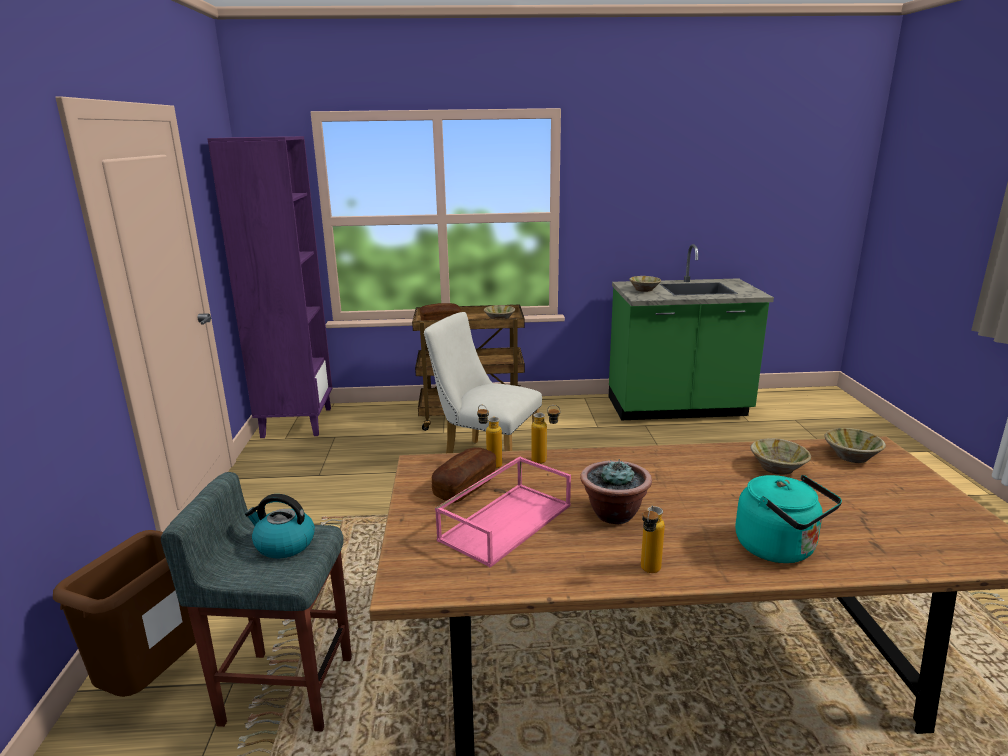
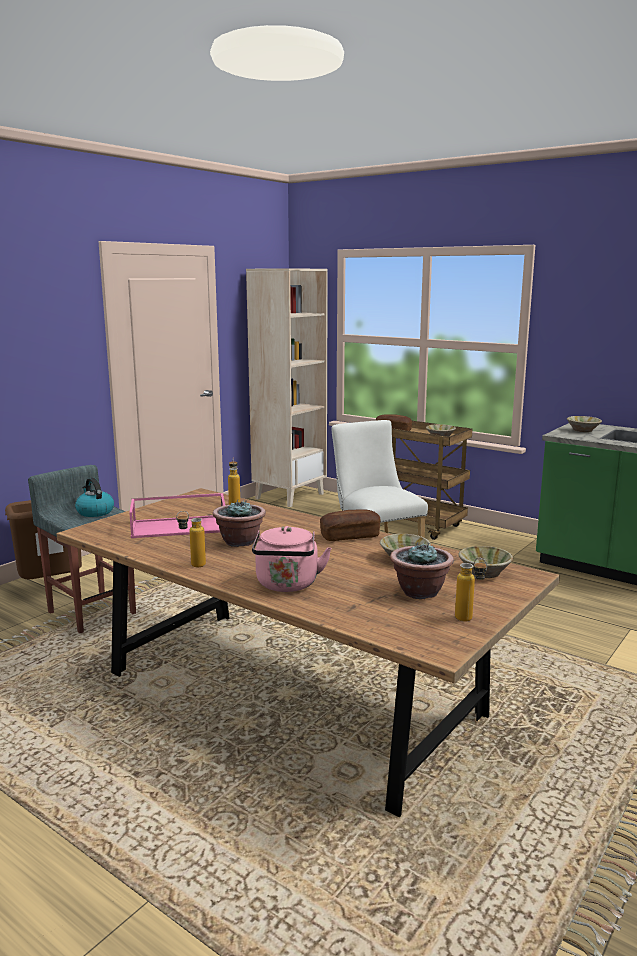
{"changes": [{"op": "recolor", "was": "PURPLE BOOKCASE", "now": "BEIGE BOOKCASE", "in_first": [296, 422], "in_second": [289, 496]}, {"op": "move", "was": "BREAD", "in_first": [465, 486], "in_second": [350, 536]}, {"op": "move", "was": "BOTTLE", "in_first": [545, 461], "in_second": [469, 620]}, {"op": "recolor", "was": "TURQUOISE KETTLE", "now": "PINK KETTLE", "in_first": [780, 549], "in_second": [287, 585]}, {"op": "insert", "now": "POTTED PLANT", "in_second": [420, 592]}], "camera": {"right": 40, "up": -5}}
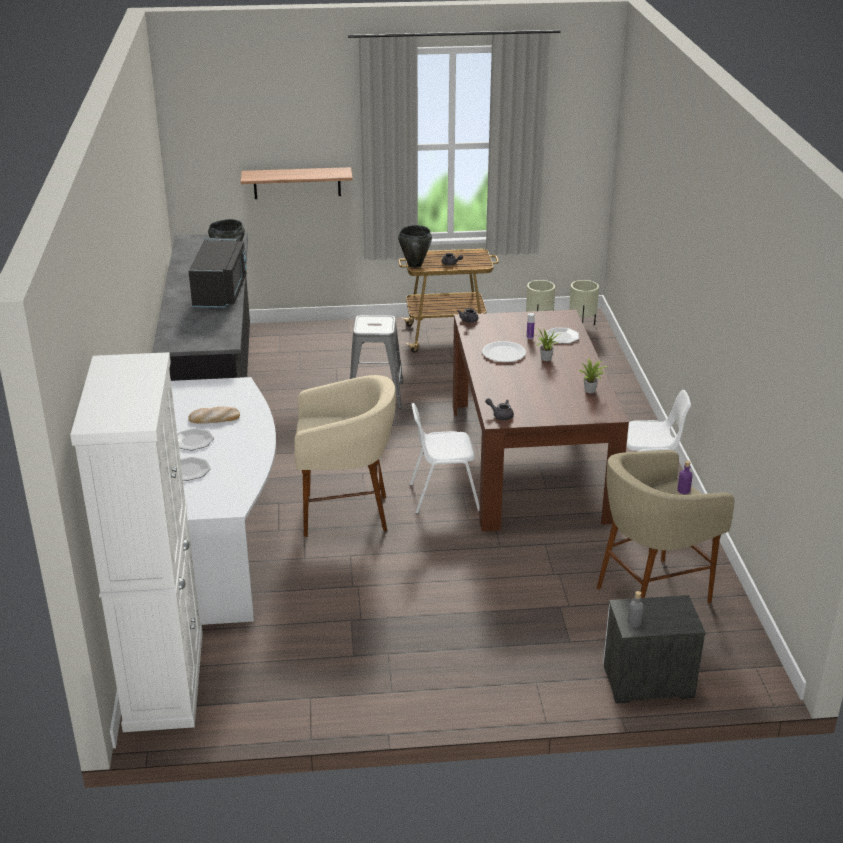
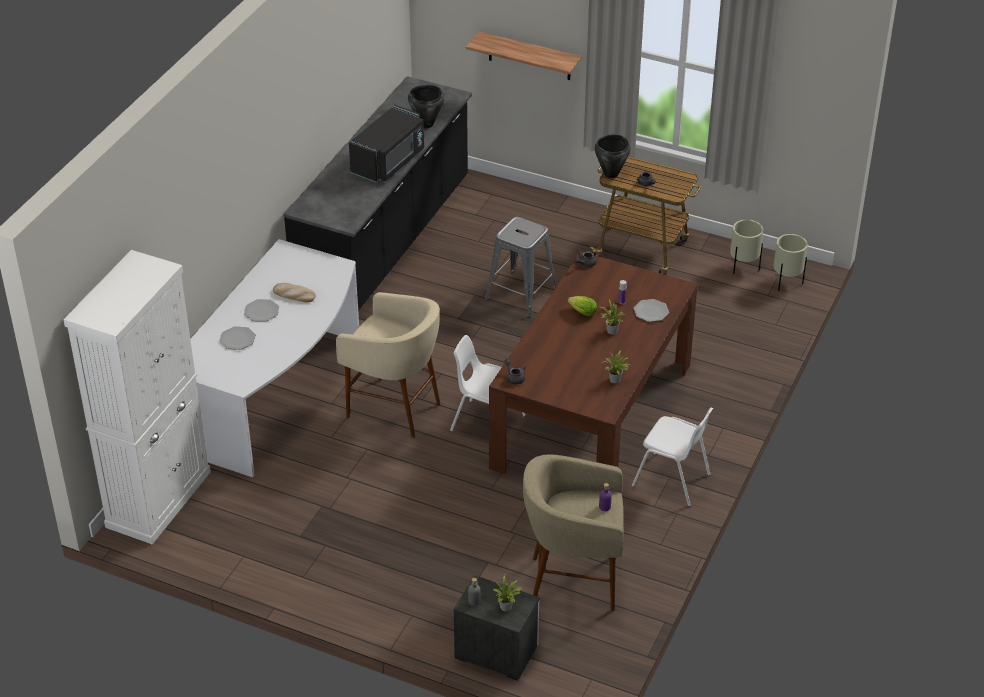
{"changes": [{"op": "replace", "was": "WHITE PLATE", "now": "LETTUCE", "in_first": [504, 353], "in_second": [581, 312]}, {"op": "insert", "now": "POTTED PLANT", "in_second": [507, 607]}], "camera": {"right": 30, "up": 10}}
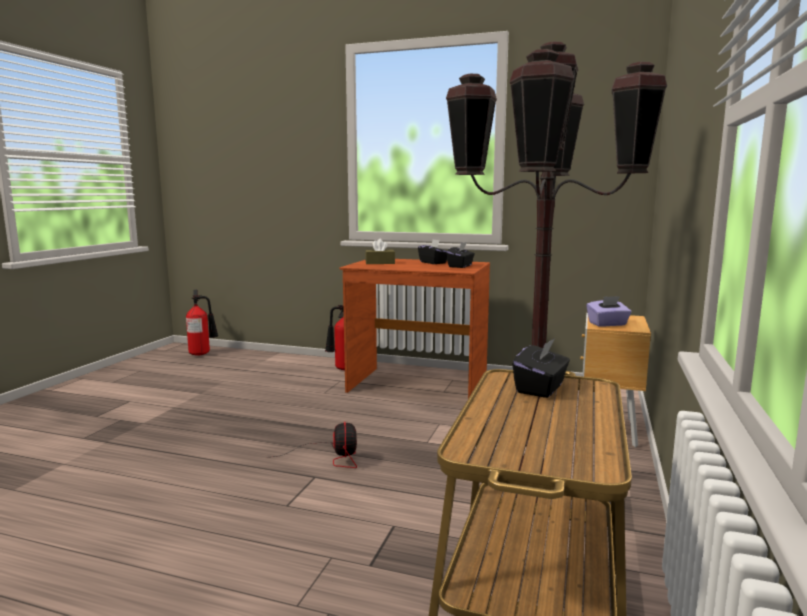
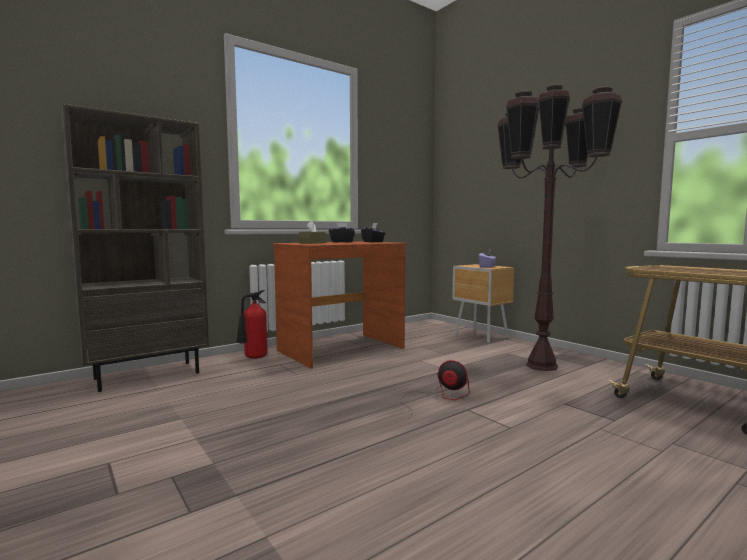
{"changes": [{"op": "delete", "was": "FIRE EXTINGUISHER", "in_first": [202, 354]}, {"op": "delete", "was": "BLACK TISSUE BOX", "in_first": [541, 388]}, {"op": "insert", "now": "BROWN BOOKCASE", "in_second": [148, 375]}], "camera": {"right": -55, "up": -5}}
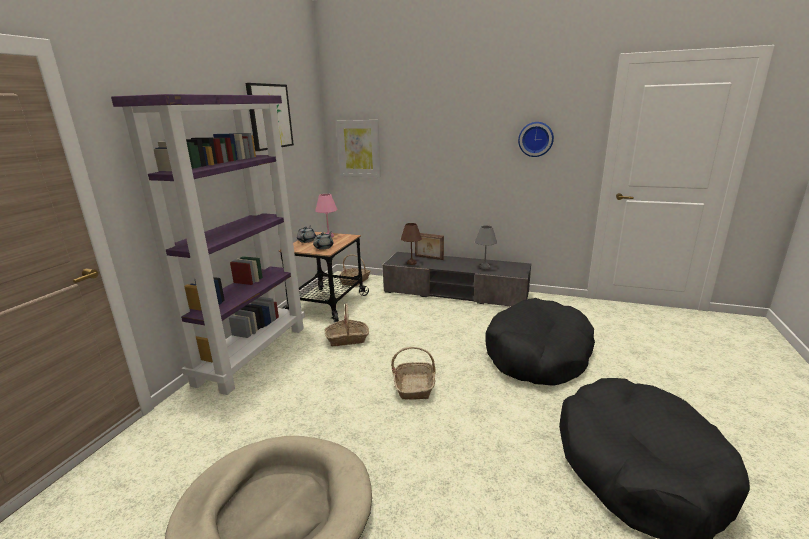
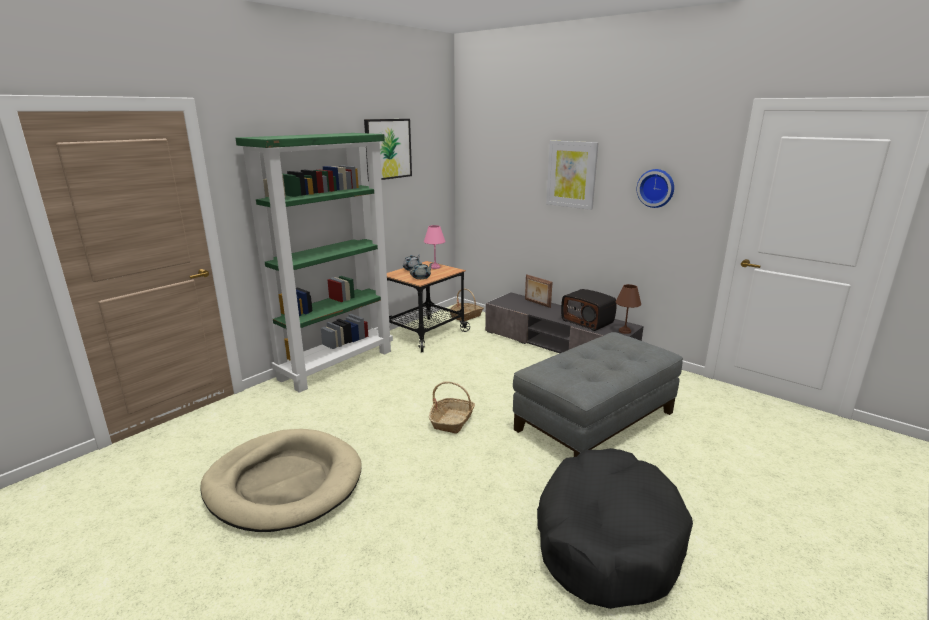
{"changes": [{"op": "recolor", "was": "PURPLE BOOKCASE", "now": "GREEN BOOKCASE", "in_first": [252, 353], "in_second": [337, 364]}, {"op": "delete", "was": "BASKET", "in_first": [347, 339]}, {"op": "move", "was": "PICTURE", "in_first": [359, 148], "in_second": [571, 174]}, {"op": "move", "was": "BROWN TABLE LAMP", "in_first": [411, 263], "in_second": [624, 331]}, {"op": "replace", "was": "GREY TABLE LAMP", "now": "RADIO", "in_first": [485, 267], "in_second": [588, 321]}, {"op": "replace", "was": "BLACK DOG BED", "now": "GREY OTTOMAN", "in_first": [538, 355], "in_second": [594, 420]}], "camera": {"right": 20, "up": 0}}
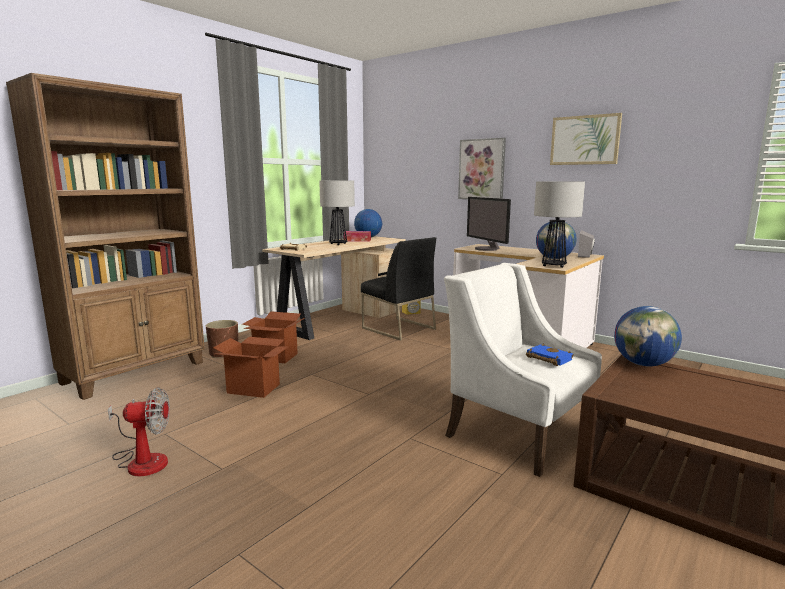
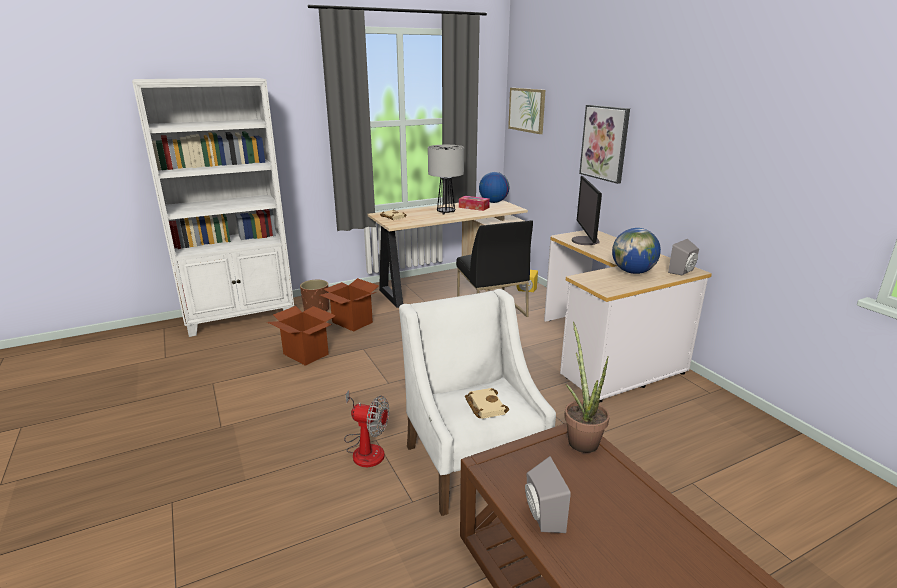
{"changes": [{"op": "recolor", "was": "BROWN BOOKCASE", "now": "WHITE BOOKCASE", "in_first": [136, 372], "in_second": [241, 317]}, {"op": "move", "was": "FAN", "in_first": [142, 460], "in_second": [365, 448]}, {"op": "recolor", "was": "BLUE BOOK", "now": "BEIGE BOOK", "in_first": [547, 358], "in_second": [484, 406]}, {"op": "delete", "was": "TABLE LAMP", "in_first": [553, 266]}, {"op": "move", "was": "PICTURE", "in_first": [585, 140], "in_second": [527, 110]}, {"op": "replace", "was": "GLOBE", "now": "POTTED PLANT", "in_first": [643, 364], "in_second": [580, 438]}, {"op": "insert", "now": "GREY SPEAKER", "in_second": [541, 516]}], "camera": {"right": 25, "up": 10}}
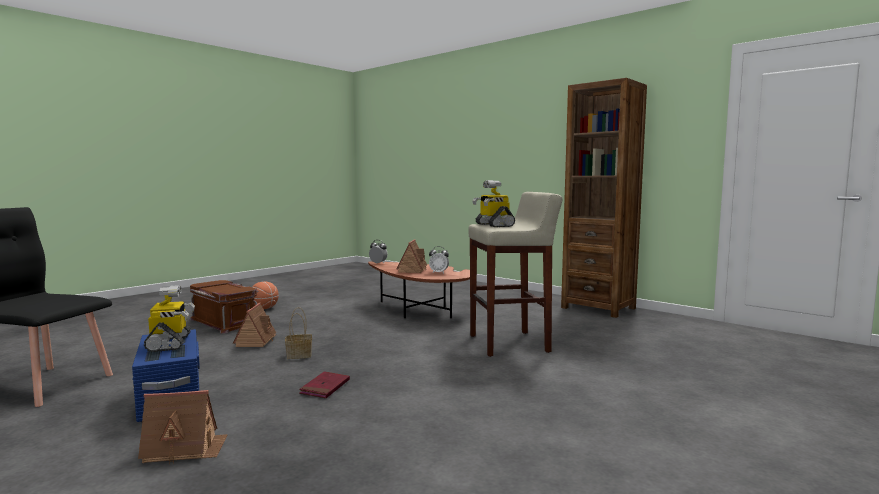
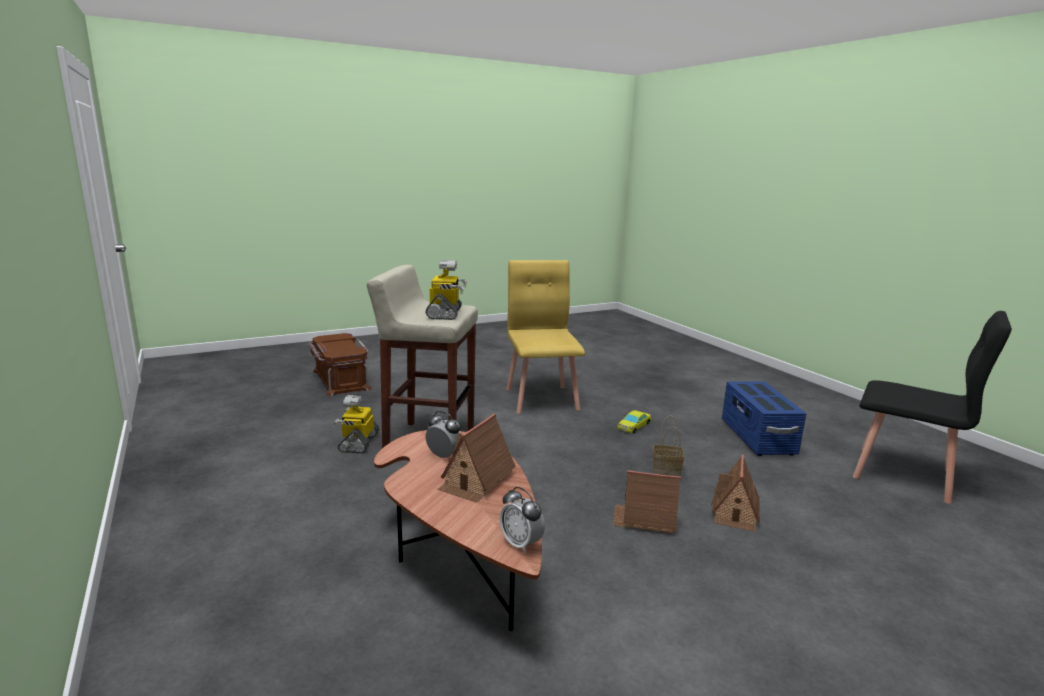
{"changes": [{"op": "move", "was": "TOY HOUSE", "in_first": [185, 448], "in_second": [645, 519]}, {"op": "move", "was": "TOY ROBOT", "in_first": [170, 343], "in_second": [358, 442]}, {"op": "move", "was": "BROWN STORAGE BOX", "in_first": [225, 322], "in_second": [340, 380]}, {"op": "delete", "was": "BASKETBALL", "in_first": [264, 308]}, {"op": "replace", "was": "RED BOOK", "now": "YELLOW TOY CAR", "in_first": [325, 387], "in_second": [634, 425]}, {"op": "delete", "was": "BROWN BOOKCASE", "in_first": [598, 308]}, {"op": "insert", "now": "YELLOW CHAIR", "in_second": [542, 399]}], "camera": {"right": -160, "up": 10}}
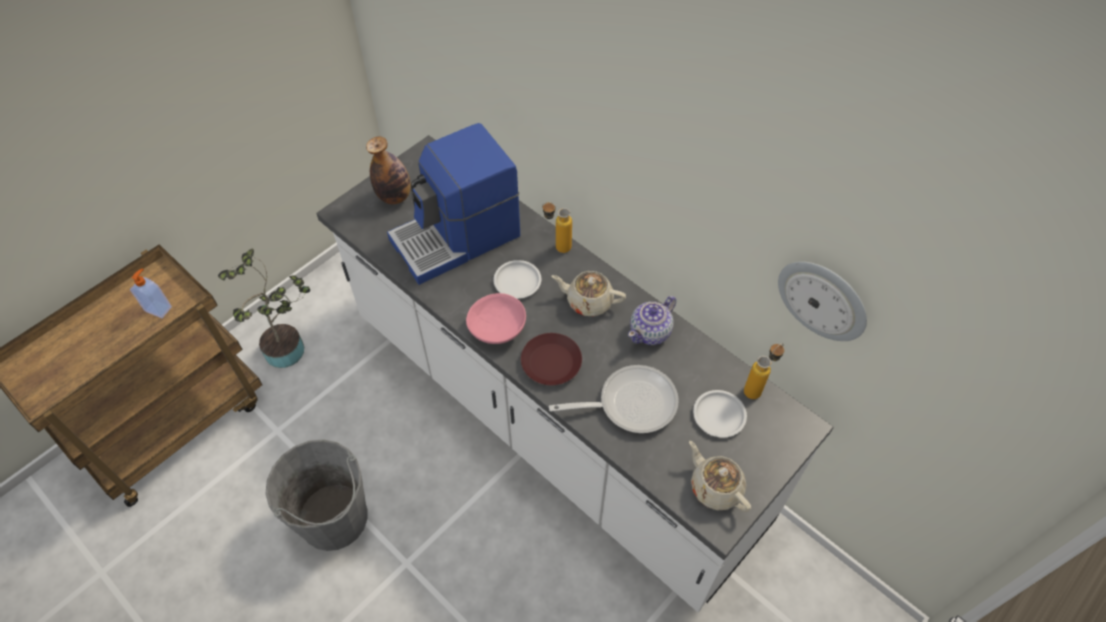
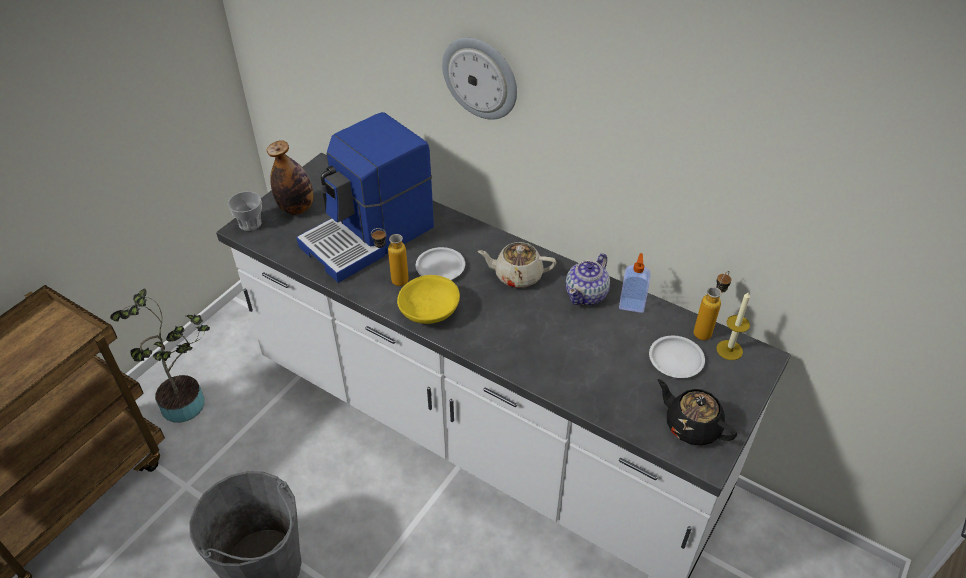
{"changes": [{"op": "move", "was": "SOAP DISPENSER", "in_first": [159, 308], "in_second": [632, 304]}, {"op": "recolor", "was": "PINK BOWL", "now": "YELLOW BOWL", "in_first": [497, 329], "in_second": [430, 312]}, {"op": "delete", "was": "BROWN PLATE", "in_first": [551, 362]}, {"op": "move", "was": "BOTTLE", "in_first": [556, 246], "in_second": [392, 280]}, {"op": "delete", "was": "FRYING PAN", "in_first": [630, 403]}, {"op": "recolor", "was": "BEIGE TEAPOT", "now": "BLACK TEAPOT", "in_first": [715, 487], "in_second": [691, 426]}, {"op": "move", "was": "WALL CLOCK", "in_first": [823, 299], "in_second": [480, 78]}, {"op": "insert", "now": "CUP", "in_second": [250, 223]}, {"op": "insert", "now": "CANDLE", "in_second": [729, 350]}], "camera": {"right": -10, "up": -10}}
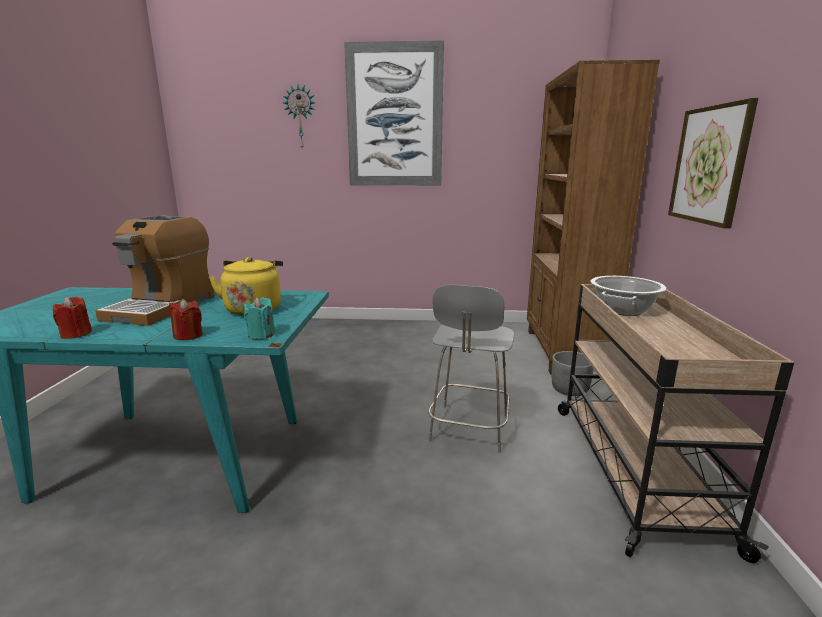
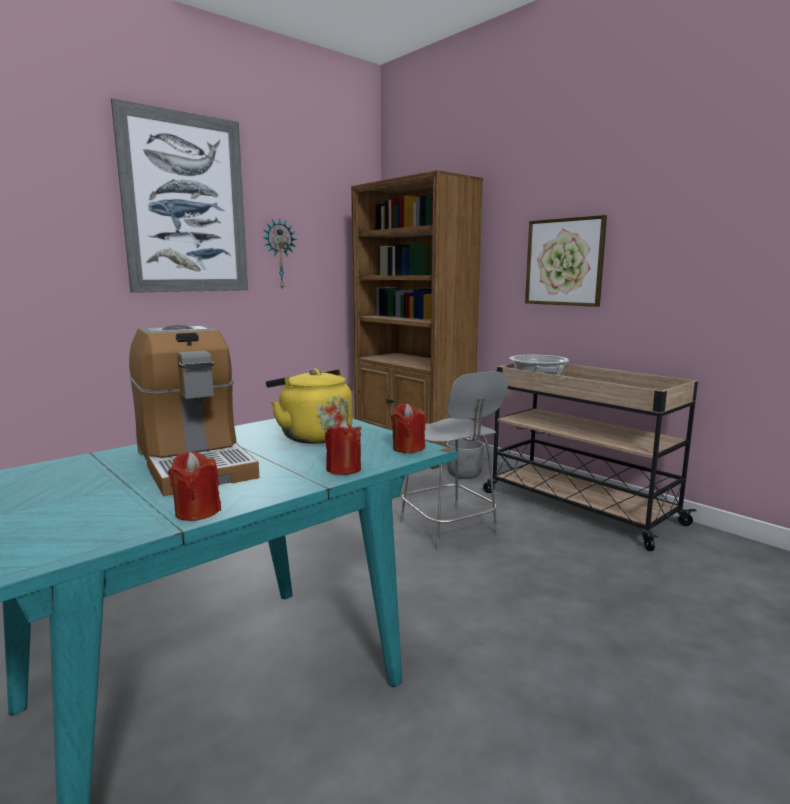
{"changes": [{"op": "recolor", "was": "TURQUOISE CANDLE", "now": "RED CANDLE", "in_first": [261, 335], "in_second": [408, 448]}, {"op": "move", "was": "WALL CLOCK", "in_first": [300, 117], "in_second": [279, 254]}], "camera": {"right": -45, "up": -5}}
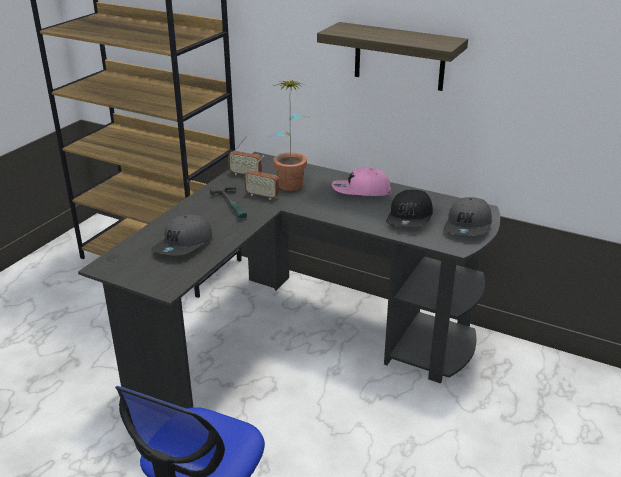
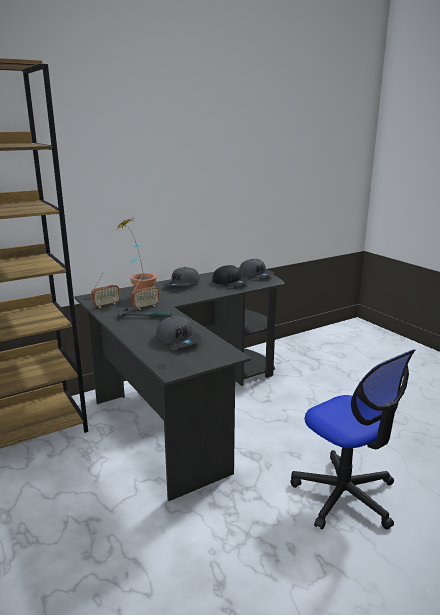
{"changes": [{"op": "delete", "was": "SHELF", "in_first": [399, 56]}, {"op": "recolor", "was": "PINK CAP", "now": "GREY CAP", "in_first": [361, 191], "in_second": [183, 284]}], "camera": {"right": -60, "up": -10}}
